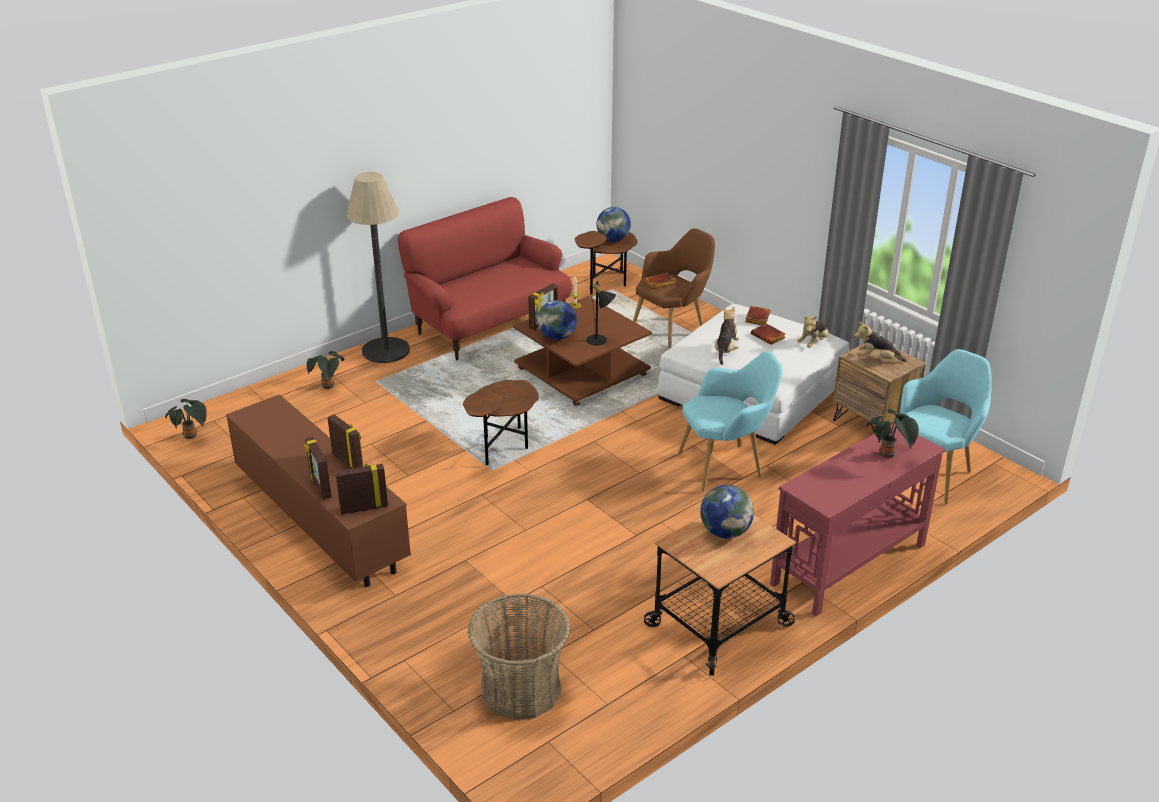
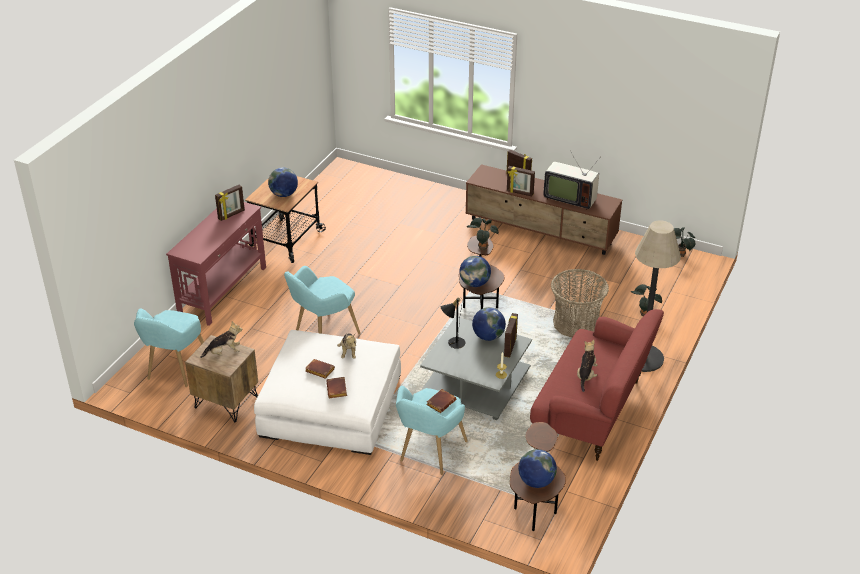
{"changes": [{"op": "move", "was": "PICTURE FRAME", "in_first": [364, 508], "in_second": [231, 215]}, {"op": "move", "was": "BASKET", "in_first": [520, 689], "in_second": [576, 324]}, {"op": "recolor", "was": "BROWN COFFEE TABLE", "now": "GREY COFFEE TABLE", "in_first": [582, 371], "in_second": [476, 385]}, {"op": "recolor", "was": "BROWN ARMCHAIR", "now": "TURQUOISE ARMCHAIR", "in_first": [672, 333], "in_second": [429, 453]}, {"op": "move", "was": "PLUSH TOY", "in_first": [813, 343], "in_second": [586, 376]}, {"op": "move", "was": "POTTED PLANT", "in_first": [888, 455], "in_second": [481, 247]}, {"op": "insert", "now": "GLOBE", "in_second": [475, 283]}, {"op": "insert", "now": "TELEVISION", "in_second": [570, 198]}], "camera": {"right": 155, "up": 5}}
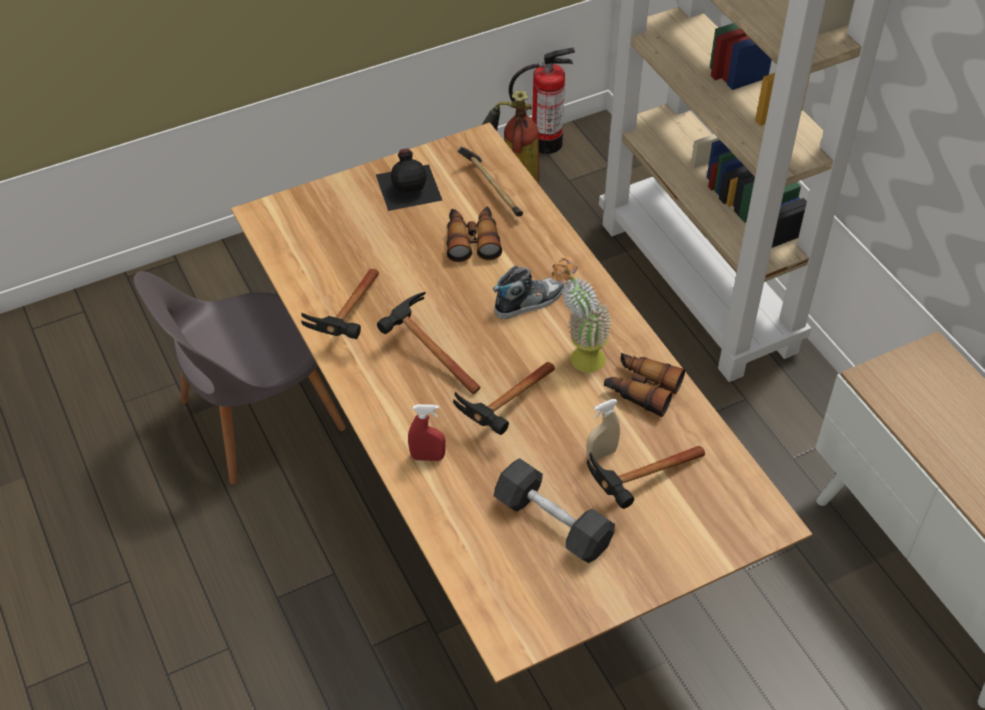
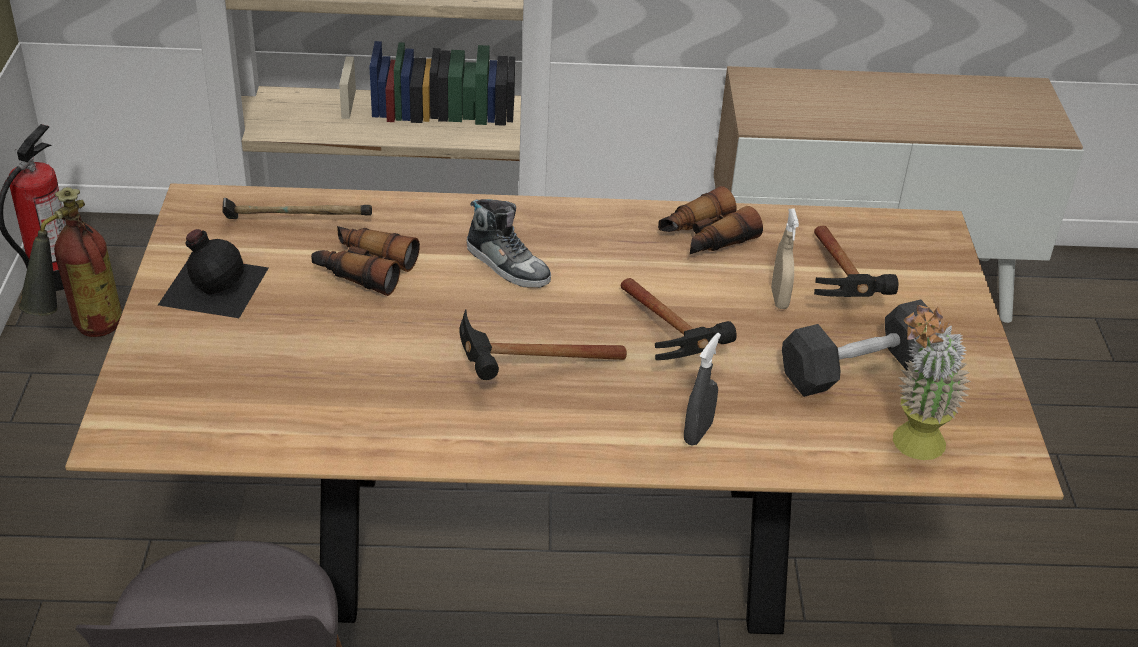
{"changes": [{"op": "delete", "was": "HAMMER", "in_first": [348, 325]}, {"op": "recolor", "was": "RED SPRAY BOTTLE", "now": "GREY SPRAY BOTTLE", "in_first": [427, 457], "in_second": [698, 433]}, {"op": "rotate", "was": "SHOE", "in_first": [529, 301], "in_second": [507, 264], "clockwise": 135}, {"op": "move", "was": "POTTED PLANT", "in_first": [578, 357], "in_second": [910, 449]}], "camera": {"right": -65, "up": -10}}
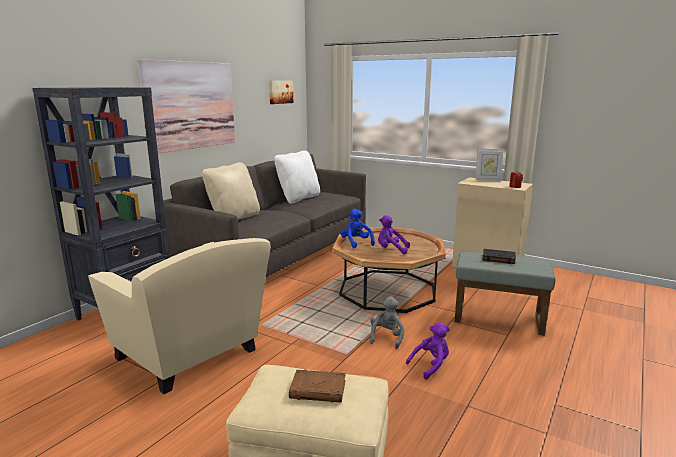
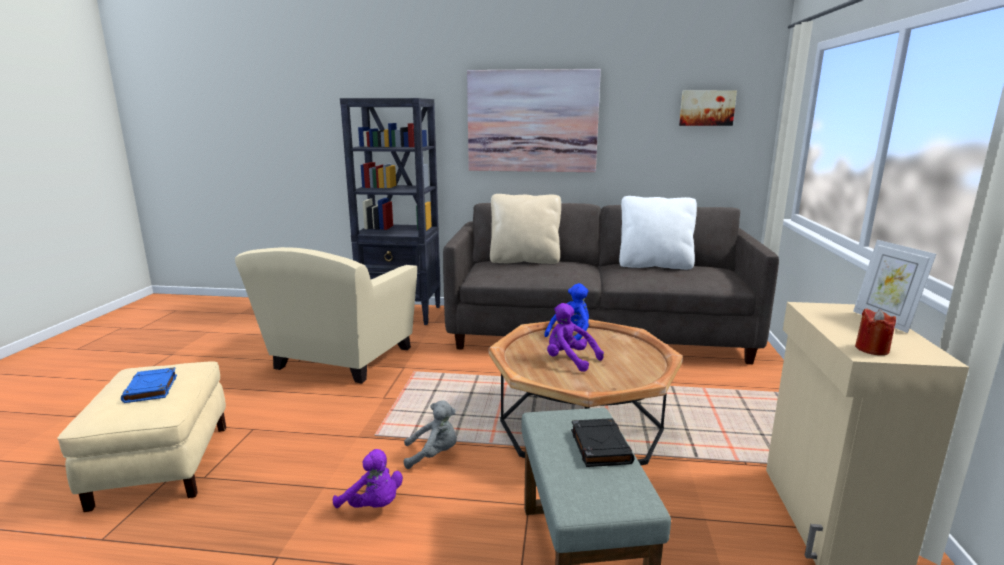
{"changes": [{"op": "recolor", "was": "BROWN BOOK", "now": "BLUE BOOK", "in_first": [318, 390], "in_second": [151, 389]}, {"op": "rotate", "was": "PURPLE PLUSH TOY", "in_first": [391, 250], "in_second": [569, 360], "clockwise": -45}], "camera": {"right": 65, "up": 0}}
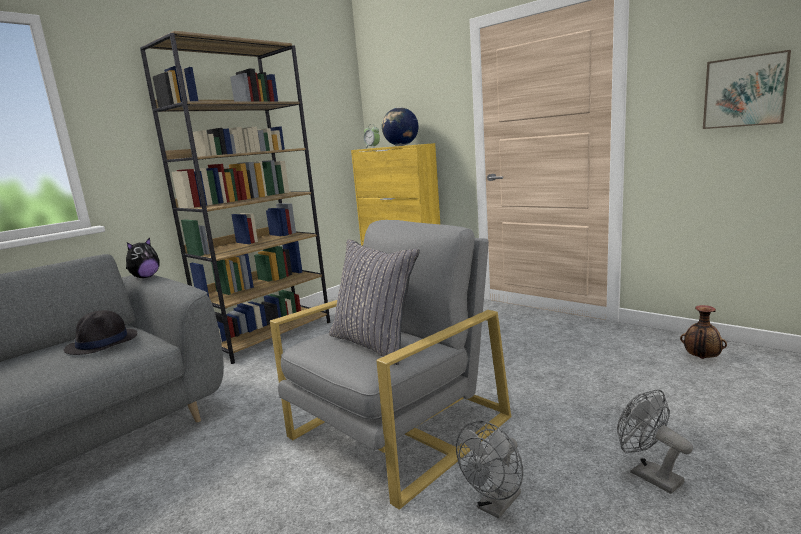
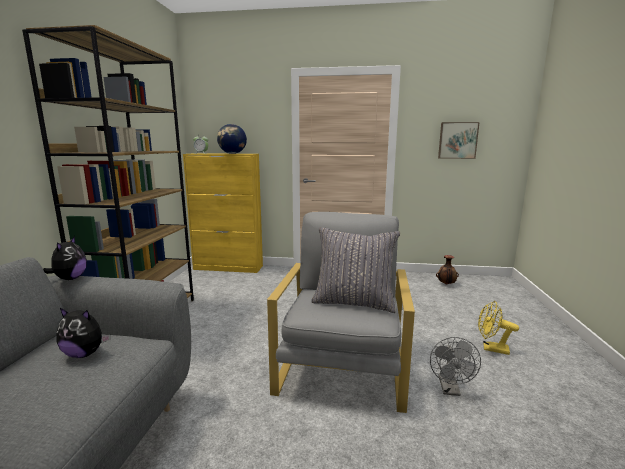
{"changes": [{"op": "replace", "was": "BLACK HAT", "now": "PLUSH TOY", "in_first": [102, 342], "in_second": [85, 353]}, {"op": "recolor", "was": "GREY FAN", "now": "YELLOW FAN", "in_first": [648, 475], "in_second": [491, 348]}], "camera": {"right": -35, "up": 0}}
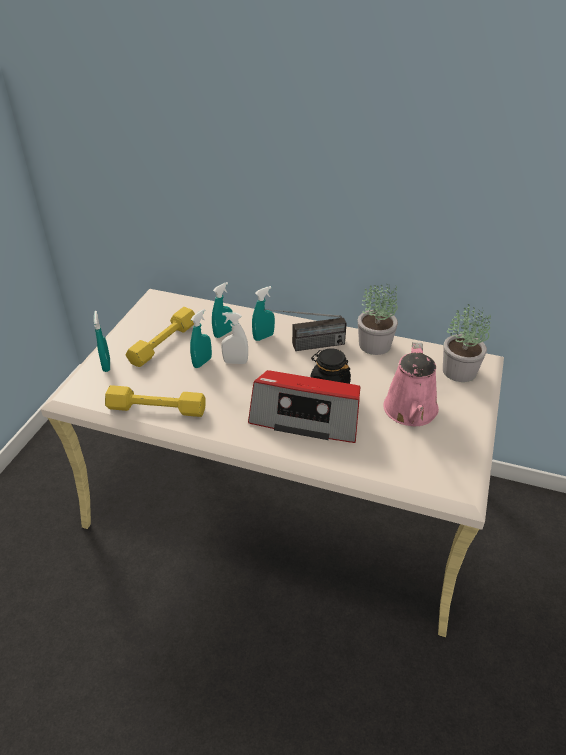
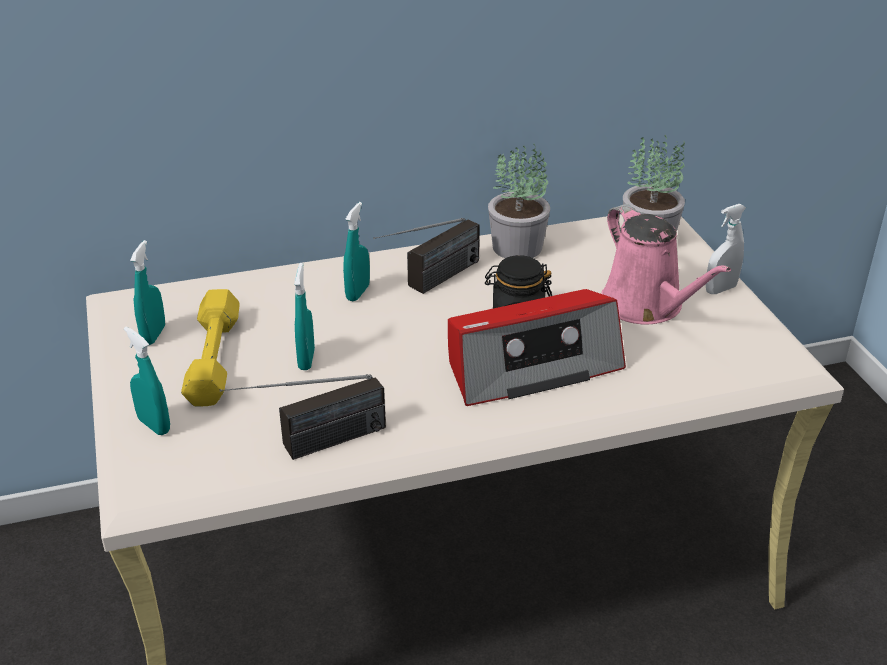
{"changes": [{"op": "replace", "was": "YELLOW DUMBBELL", "now": "RADIO", "in_first": [157, 408], "in_second": [310, 447]}, {"op": "move", "was": "TURQUOISE SPRAY BOTTLE", "in_first": [223, 333], "in_second": [153, 335]}, {"op": "move", "was": "WHITE SPRAY BOTTLE", "in_first": [235, 362], "in_second": [720, 289]}], "camera": {"right": -35, "up": -5}}
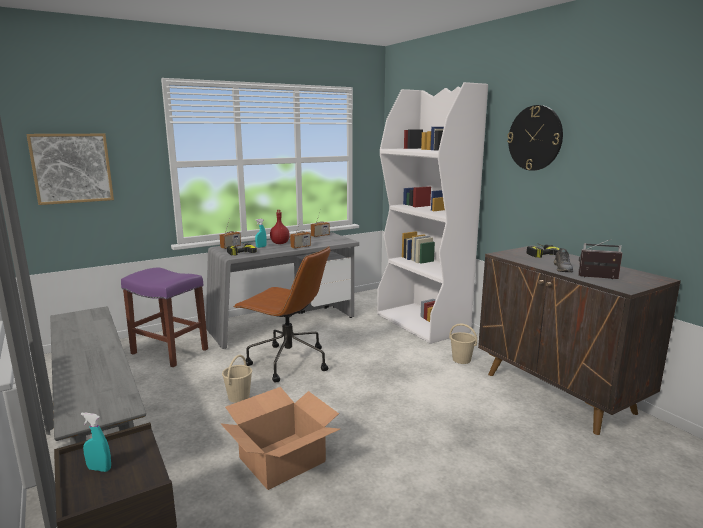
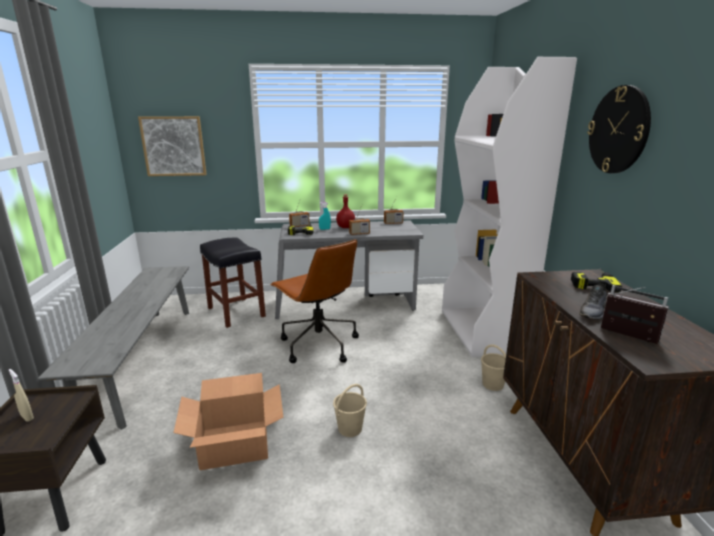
{"changes": [{"op": "recolor", "was": "TURQUOISE SPRAY BOTTLE", "now": "BEIGE SPRAY BOTTLE", "in_first": [99, 469], "in_second": [27, 417]}, {"op": "recolor", "was": "PURPLE STOOL", "now": "BLACK STOOL", "in_first": [168, 351], "in_second": [235, 312]}, {"op": "move", "was": "BEIGE BUCKET", "in_first": [239, 397], "in_second": [350, 428]}], "camera": {"right": 25, "up": 5}}
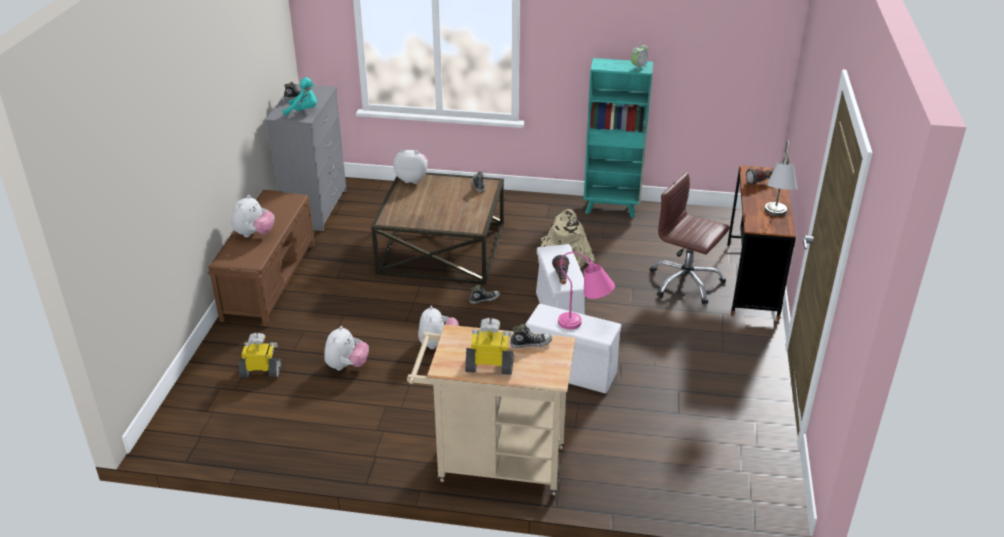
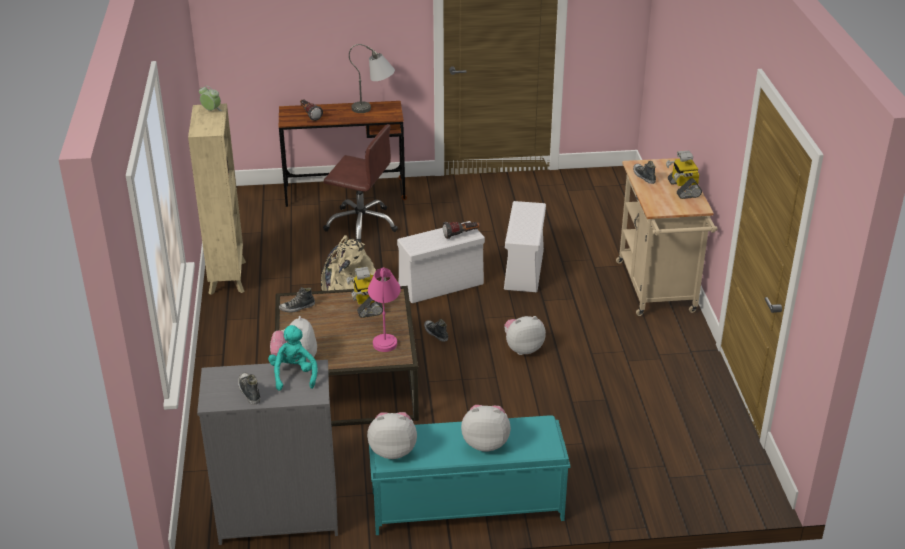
{"changes": [{"op": "recolor", "was": "BROWN BENCH", "now": "TURQUOISE BENCH", "in_first": [270, 280], "in_second": [465, 505]}, {"op": "move", "was": "TOY ROBOT", "in_first": [261, 371], "in_second": [366, 305]}, {"op": "move", "was": "PLUSH TOY", "in_first": [347, 366], "in_second": [393, 450]}, {"op": "move", "was": "PINK TABLE LAMP", "in_first": [585, 325], "in_second": [385, 334]}, {"op": "recolor", "was": "TURQUOISE BOOKCASE", "now": "BEIGE BOOKCASE", "in_first": [612, 208], "in_second": [228, 276]}, {"op": "rotate", "was": "BROWN OFFICE CHAIR", "in_first": [685, 283], "in_second": [361, 224], "clockwise": -90}], "camera": {"right": -105, "up": 0}}
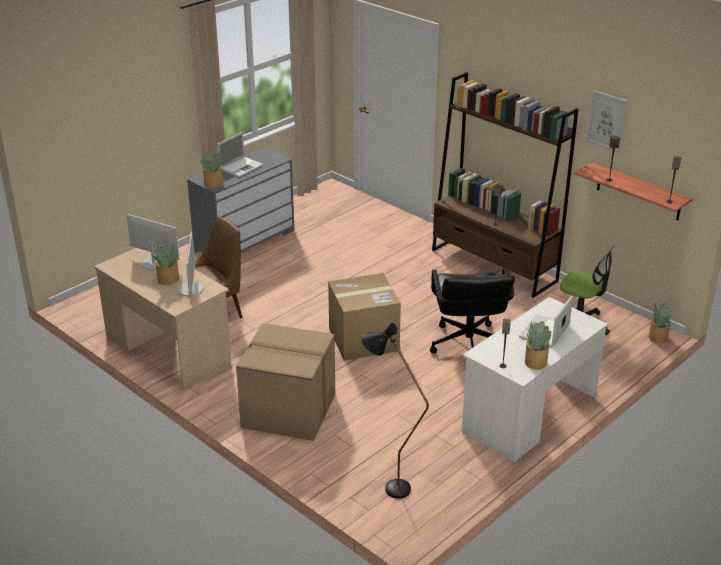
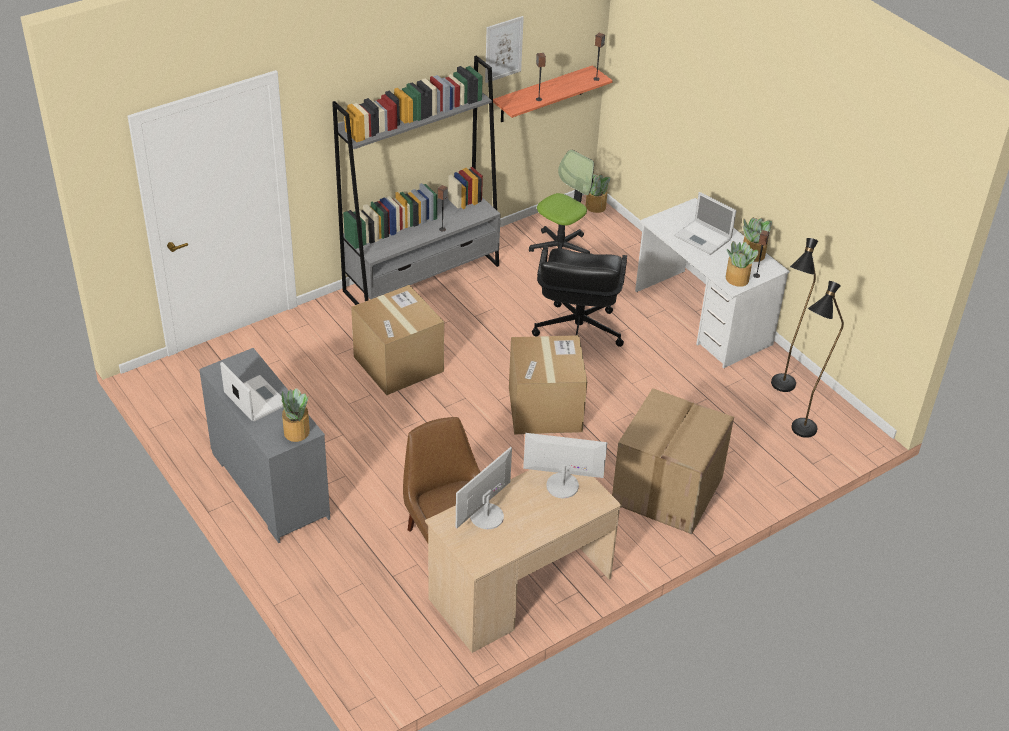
{"changes": [{"op": "move", "was": "POTTED PLANT", "in_first": [168, 279], "in_second": [737, 279]}, {"op": "rotate", "was": "BLACK OFFICE CHAIR", "in_first": [468, 345], "in_second": [577, 332], "clockwise": 90}, {"op": "recolor", "was": "BROWN BOOKCASE", "now": "GREY BOOKCASE", "in_first": [494, 265], "in_second": [422, 278]}, {"op": "insert", "now": "CARDBOARD BOX", "in_second": [398, 364]}, {"op": "insert", "now": "BLACK FLOOR LAMP", "in_second": [780, 389]}], "camera": {"right": -80, "up": 10}}
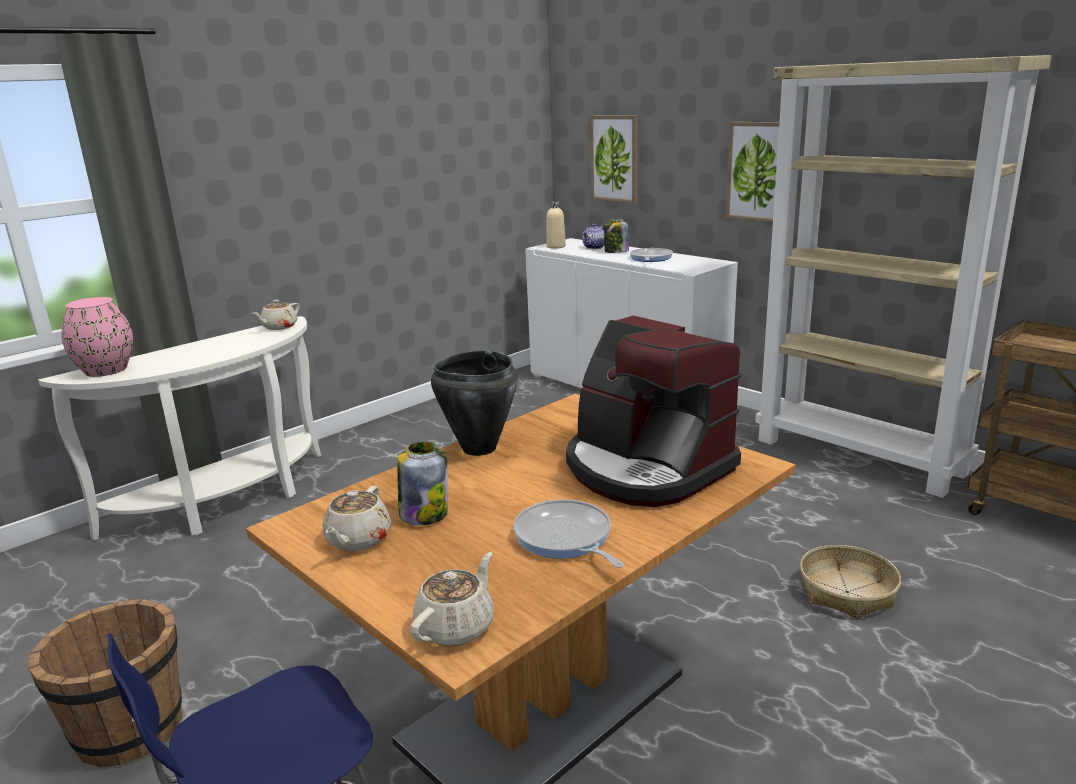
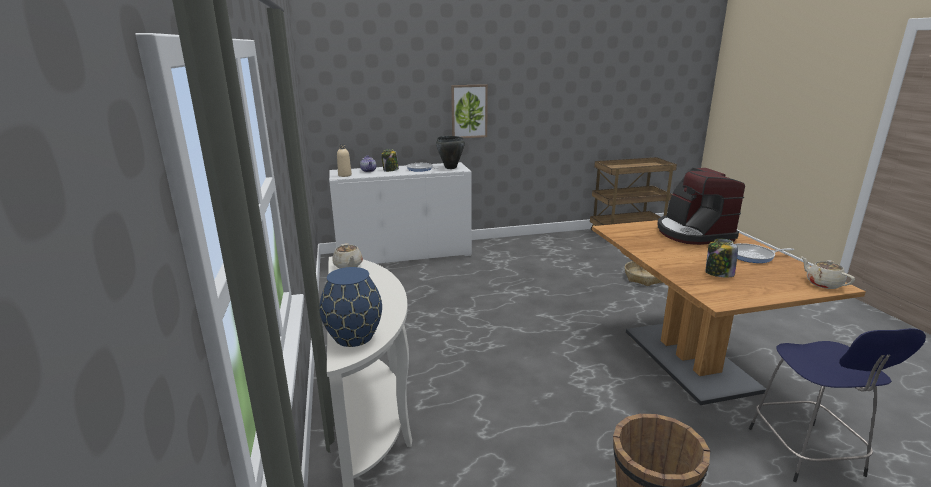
{"changes": [{"op": "recolor", "was": "PINK VASE", "now": "BLUE VASE", "in_first": [106, 370], "in_second": [355, 337]}, {"op": "delete", "was": "BEIGE TEAPOT", "in_first": [357, 540]}, {"op": "move", "was": "BLACK COOKING POT", "in_first": [478, 448], "in_second": [450, 168]}, {"op": "rotate", "was": "COFFEE MACHINE", "in_first": [646, 468], "in_second": [693, 233], "clockwise": 90}, {"op": "delete", "was": "PICTURE", "in_first": [615, 158]}, {"op": "delete", "was": "BEIGE BOOKCASE", "in_first": [860, 456]}], "camera": {"right": -60, "up": 0}}
